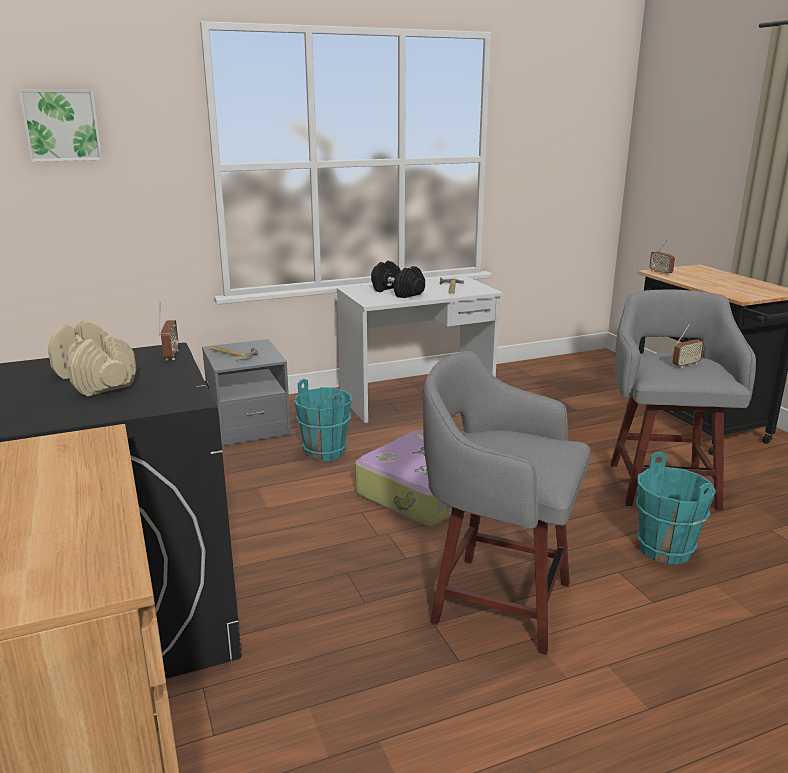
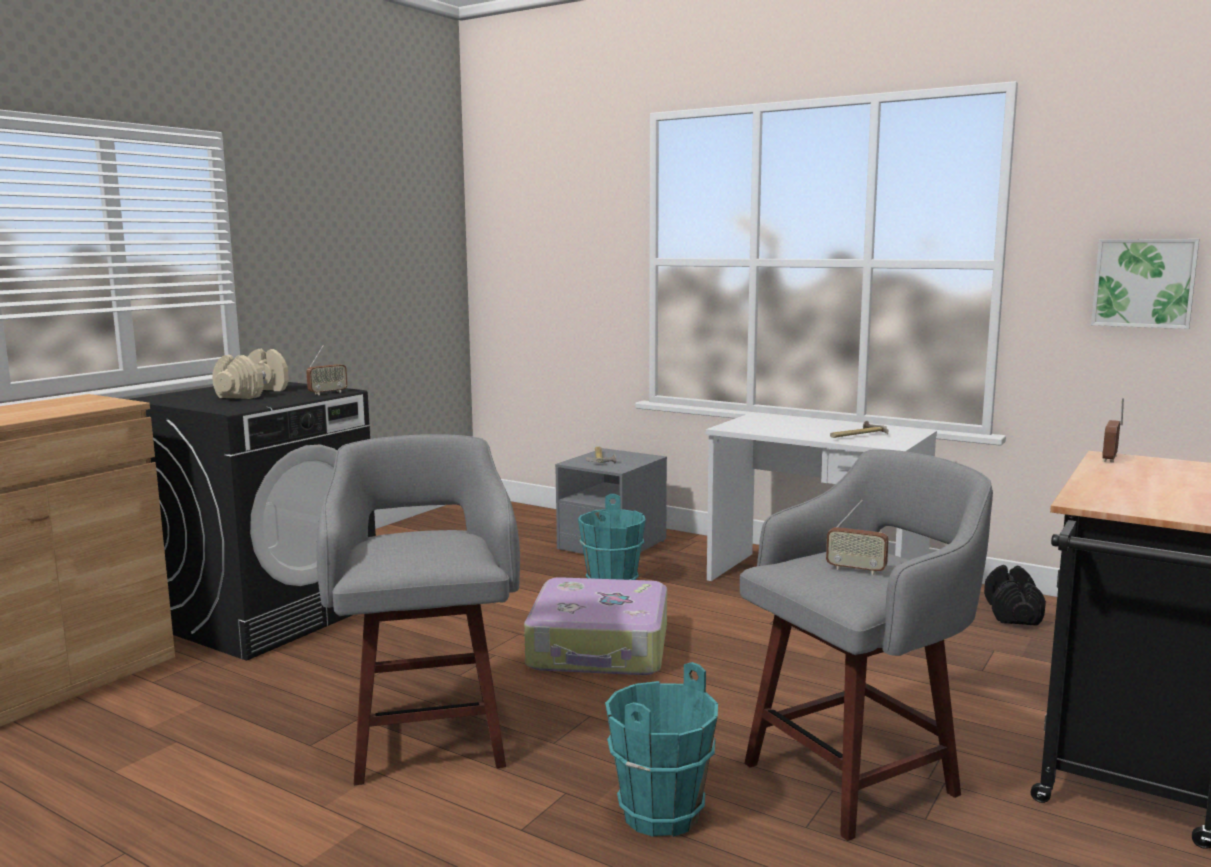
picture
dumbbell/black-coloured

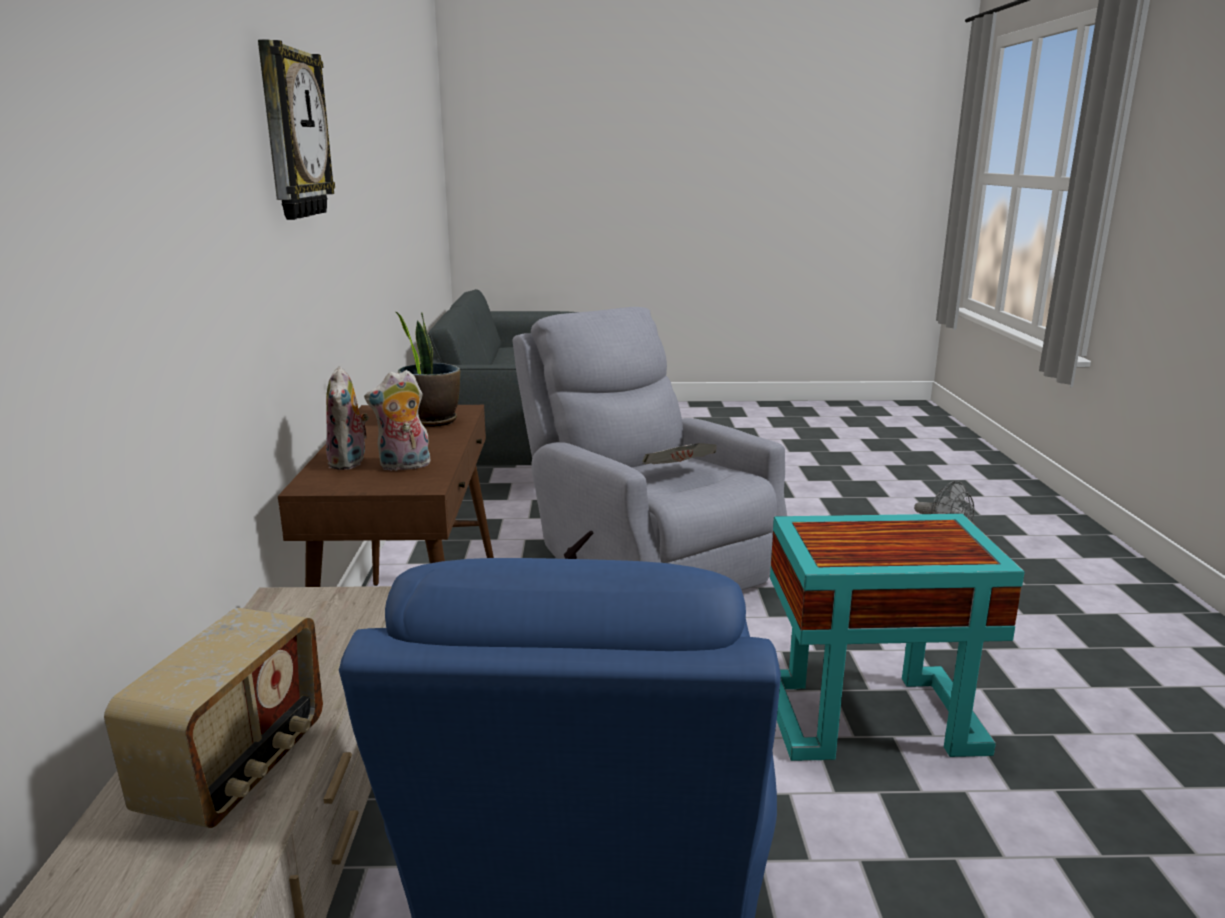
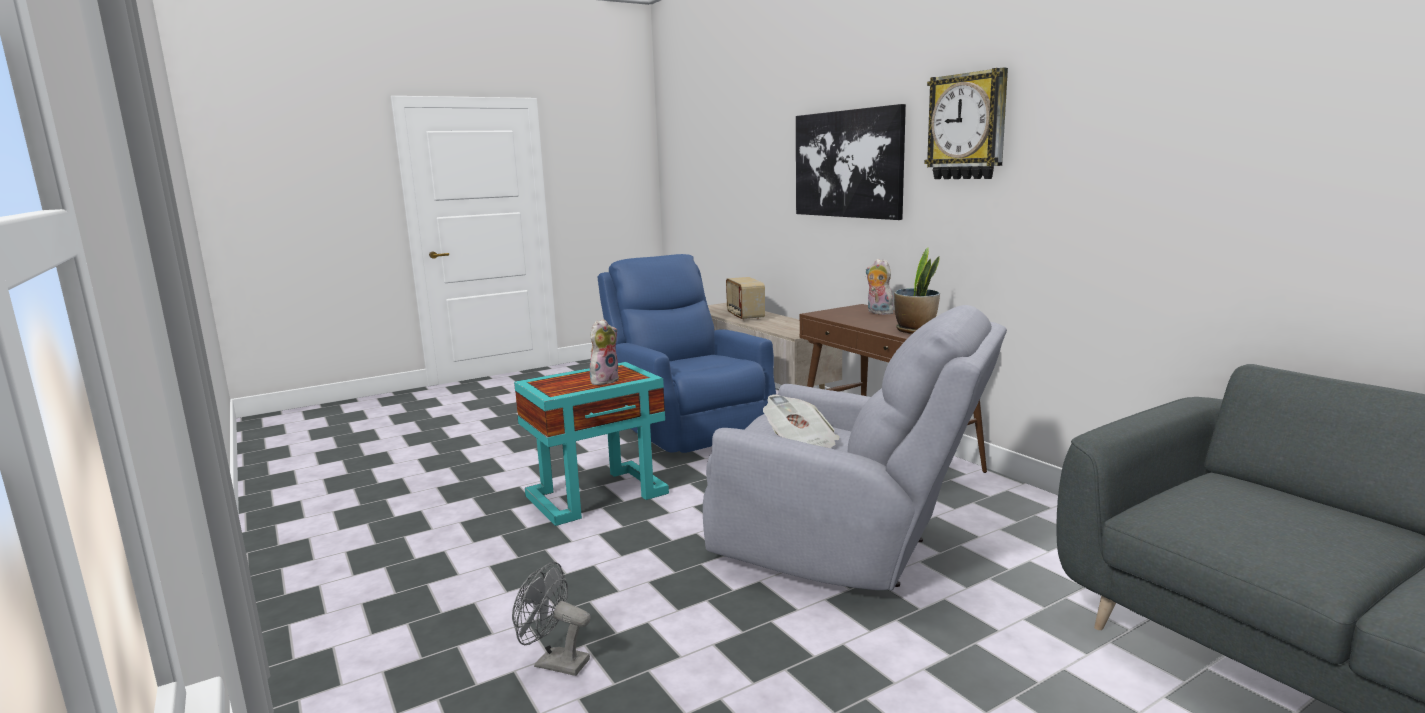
cuddly toy (1st from left)
picture

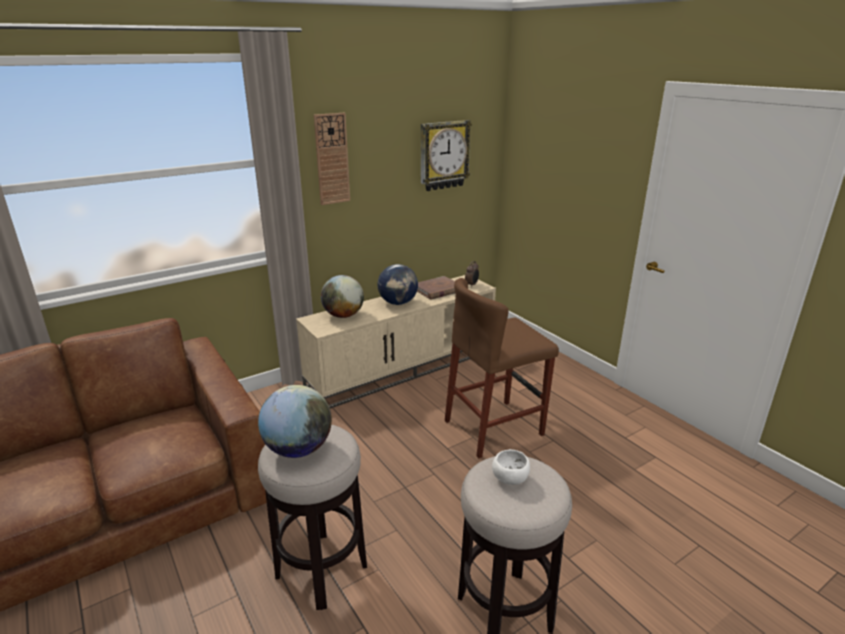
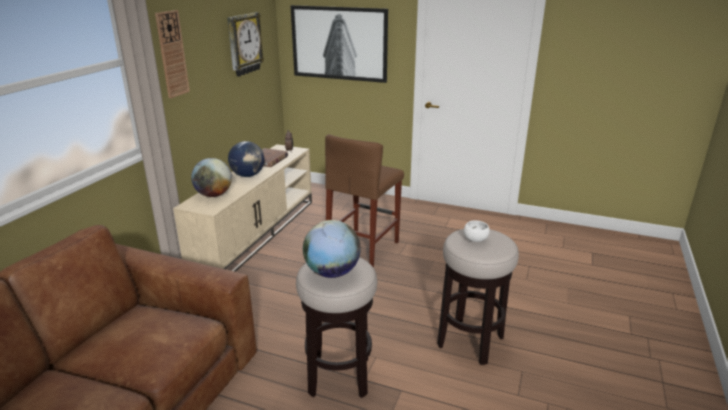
picture

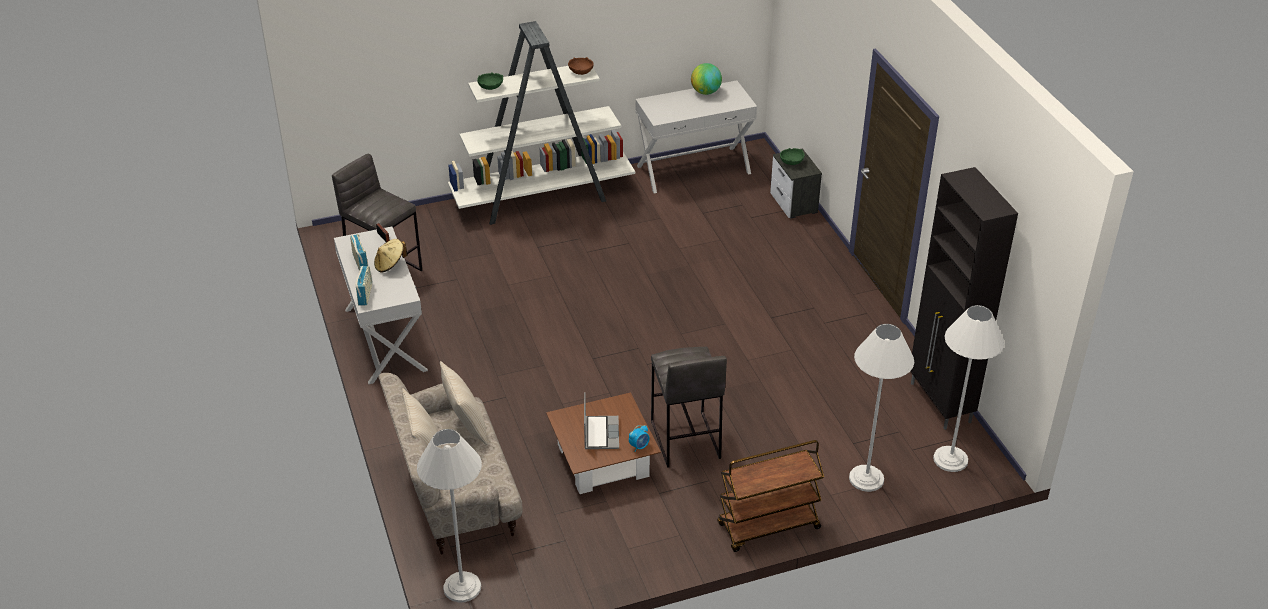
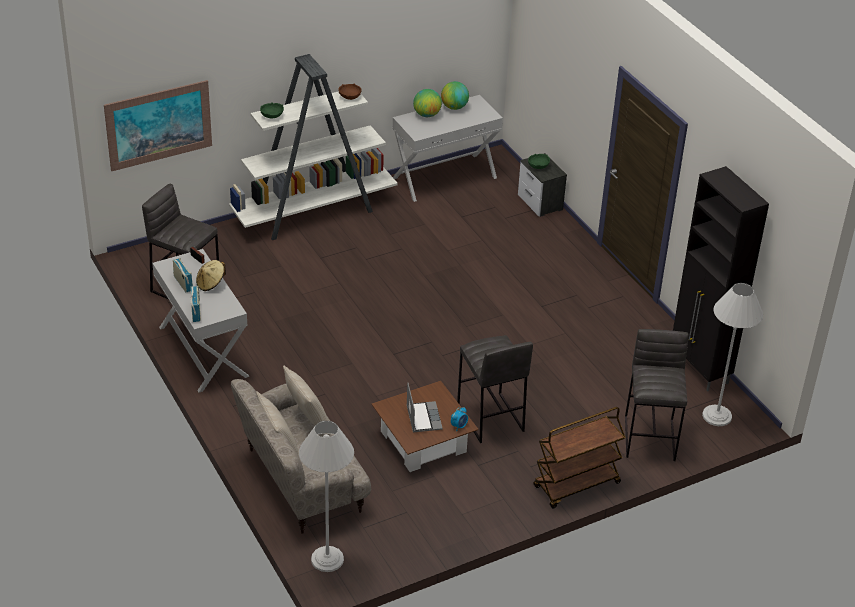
stool/gray (3rd from left)
picture
desk globe (1st from left)

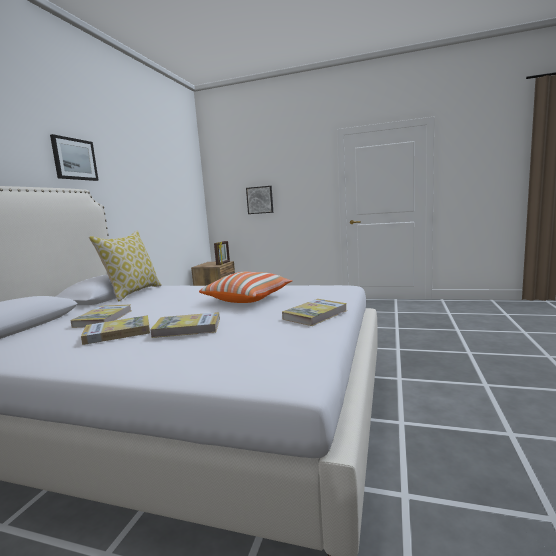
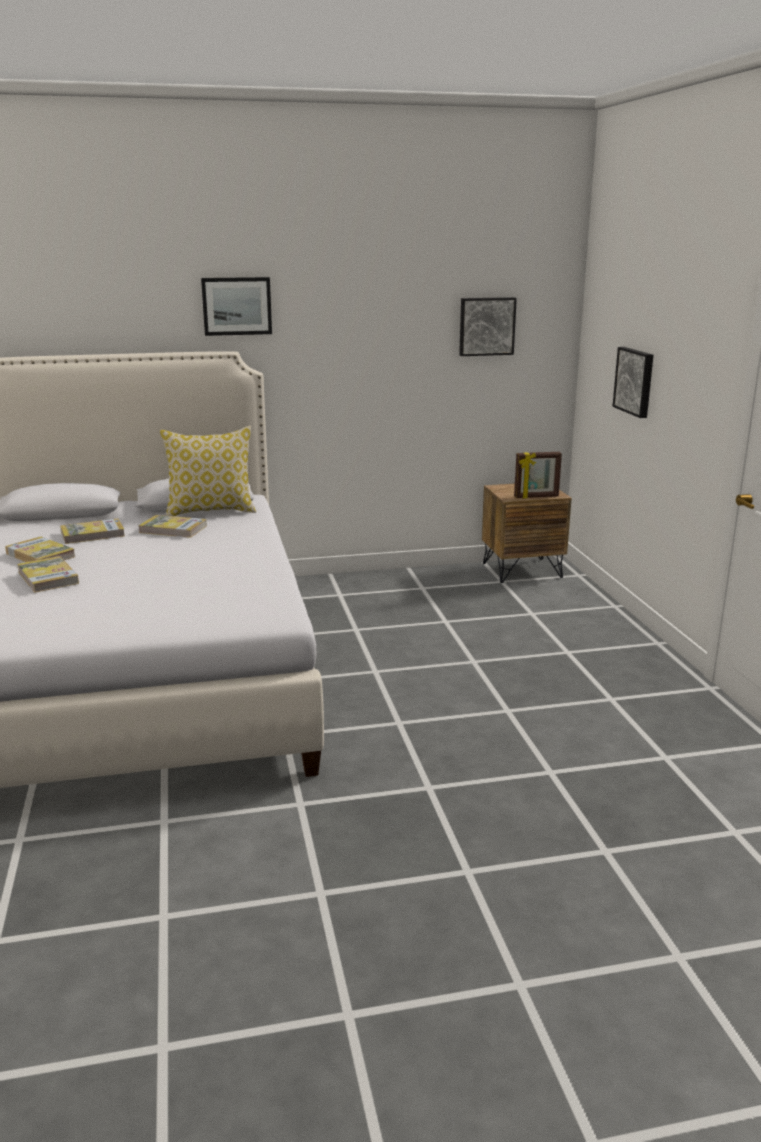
pillow (2nd from left in the first image)
book (4th from left)
picture (2nd from left)

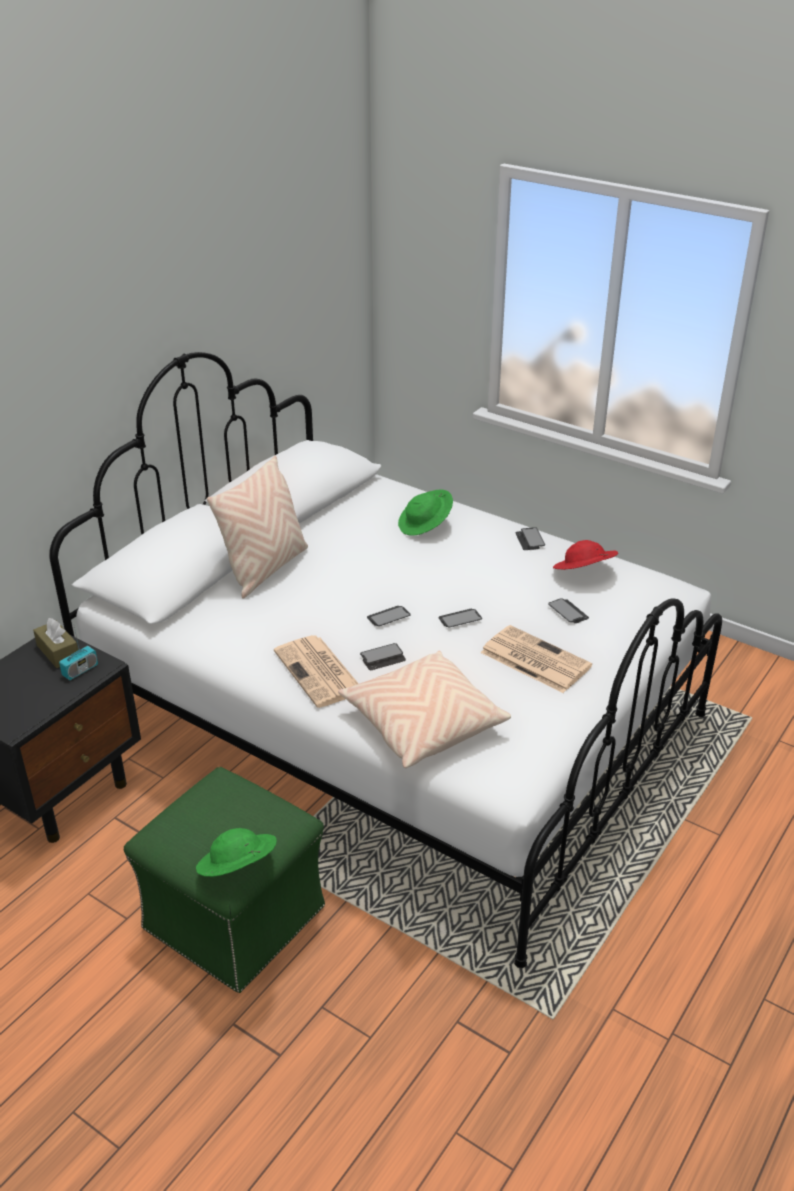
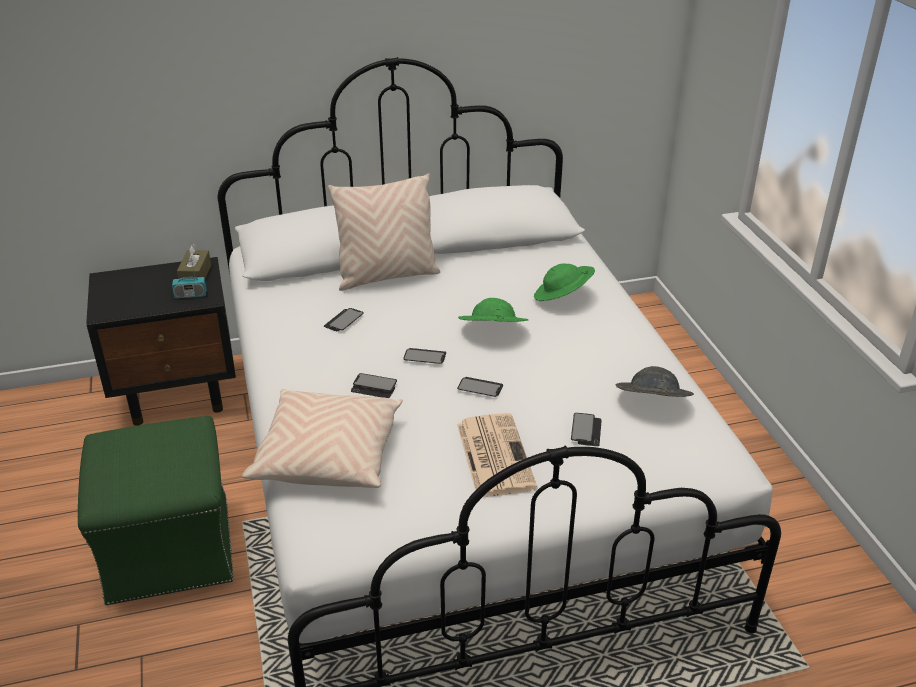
phone (1st from left)
wearable hat/gray
newspaper (1st from left in the first image)
wearable hat/green-coloured (1st from left)

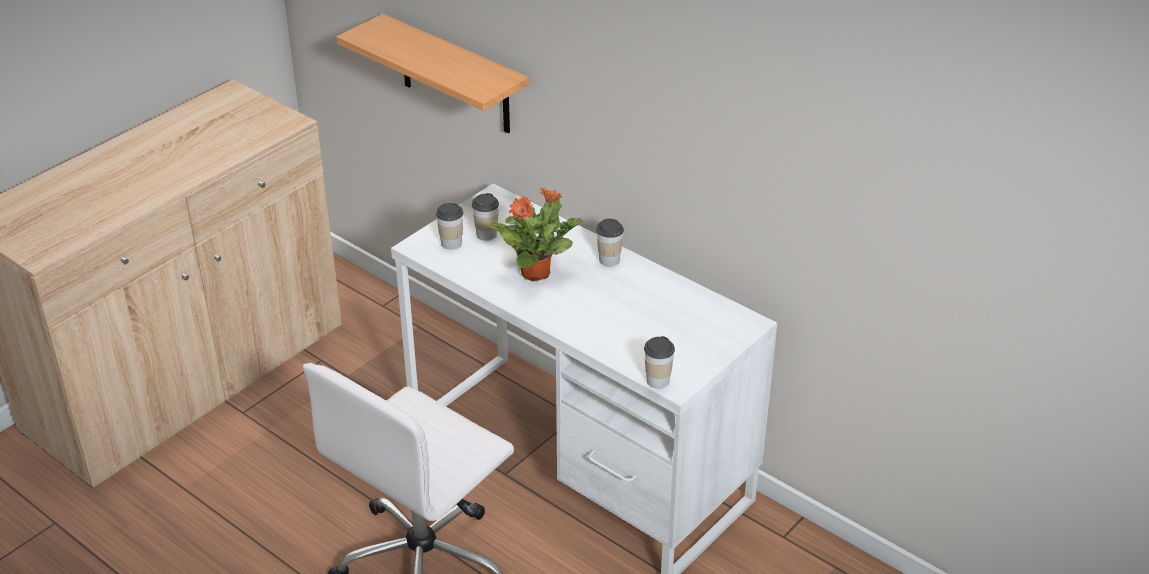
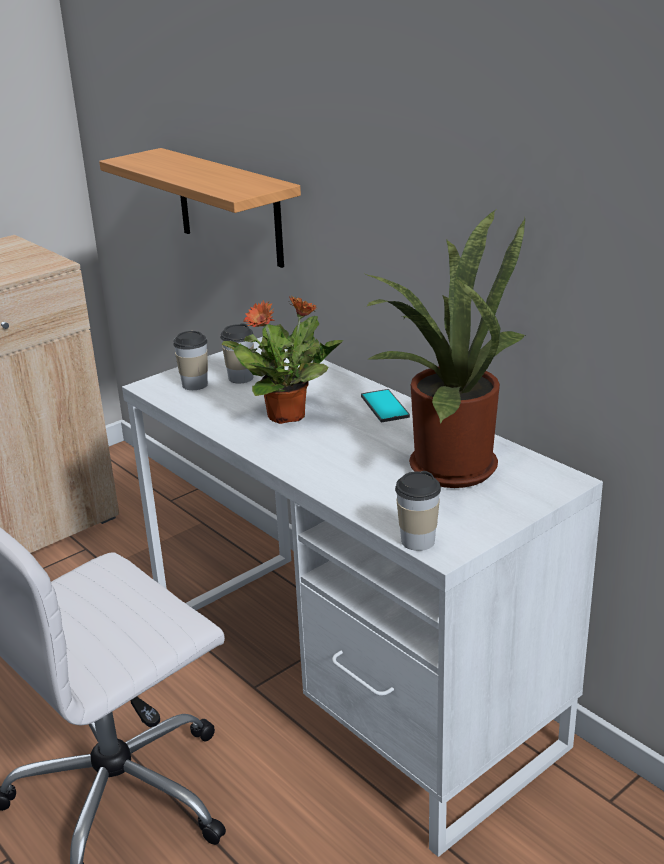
phone
houseplant (2nd from left)

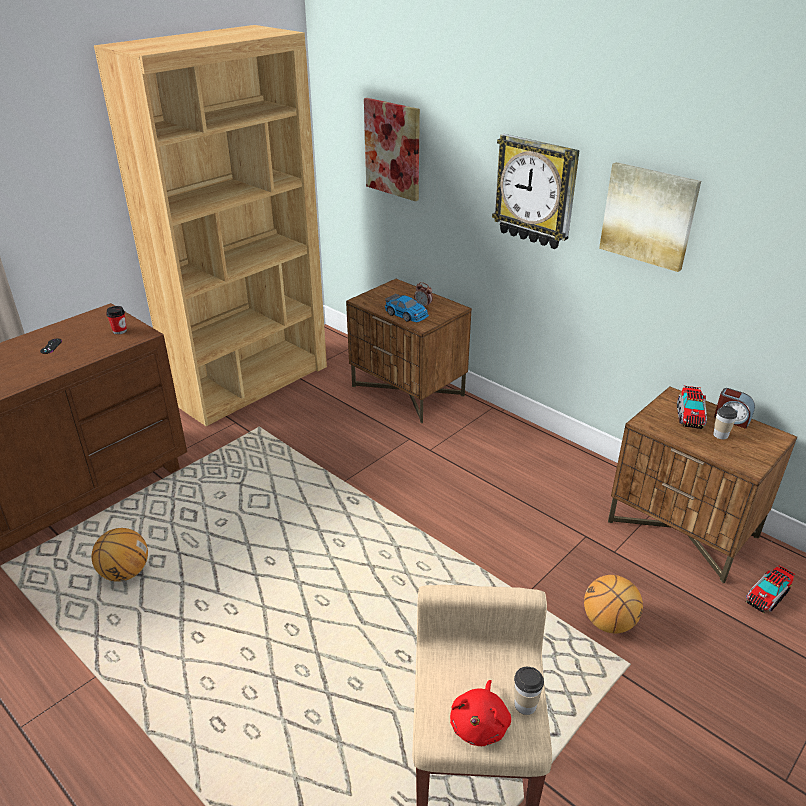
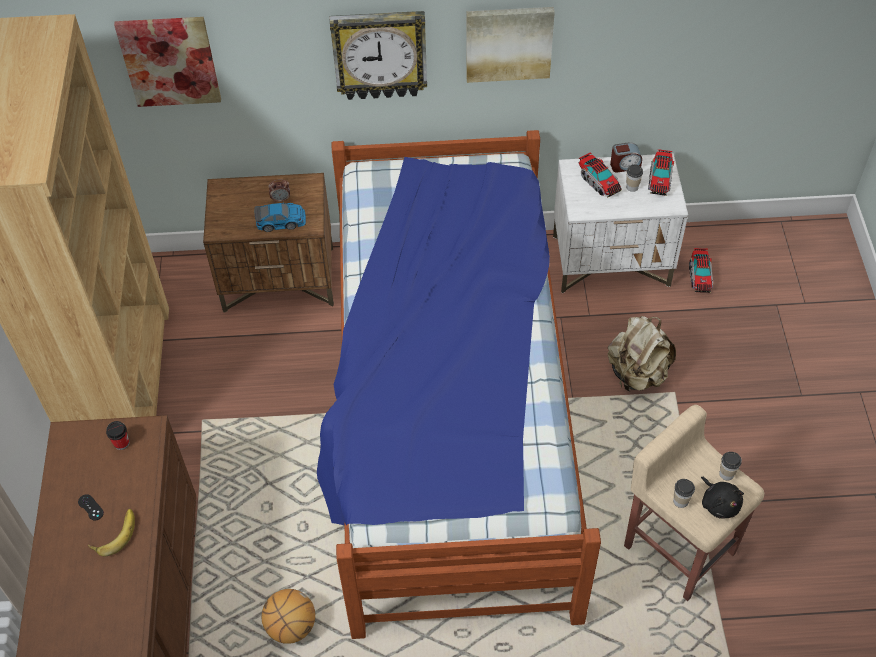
night table/white-coloured
backpack/beige-coloured
cuddly toy/black-coloured
bed
model truck (2nd from left)
small cup (3rd from left)
banana

